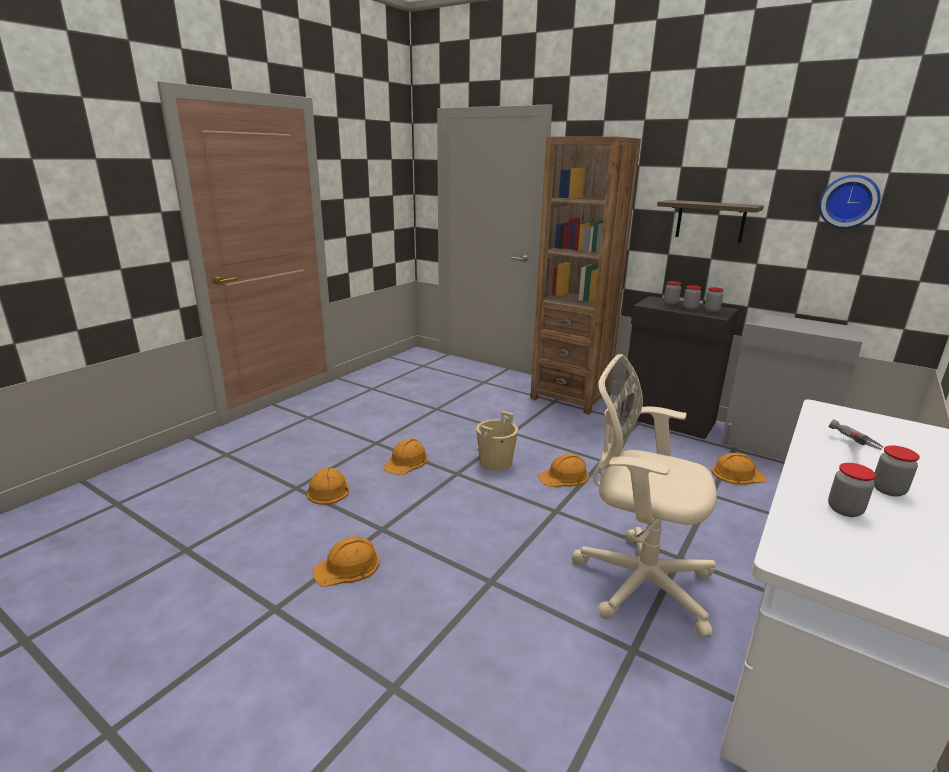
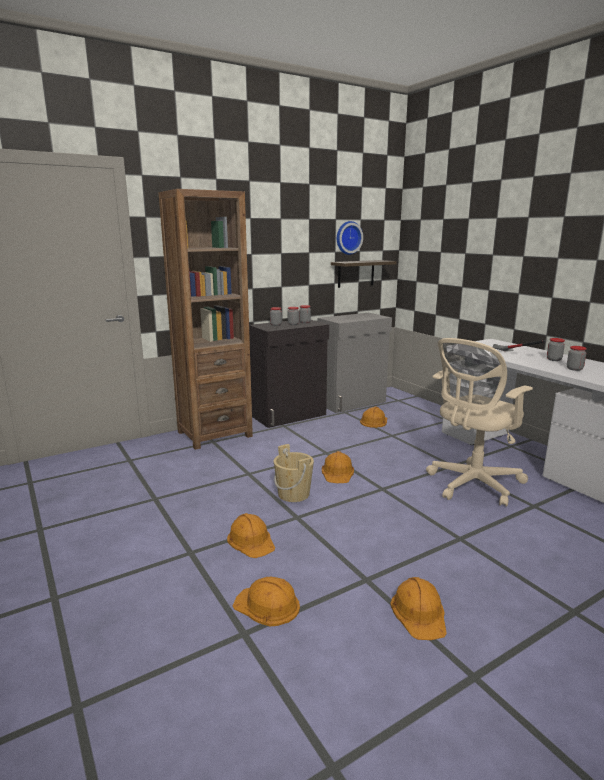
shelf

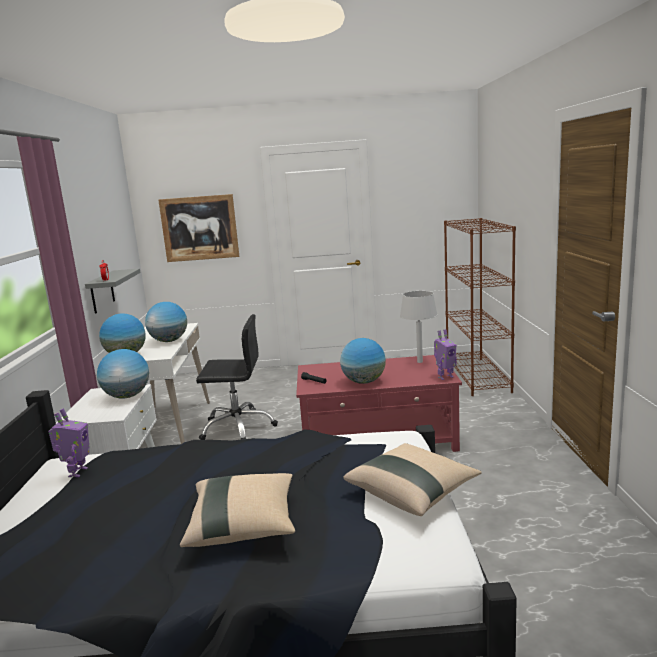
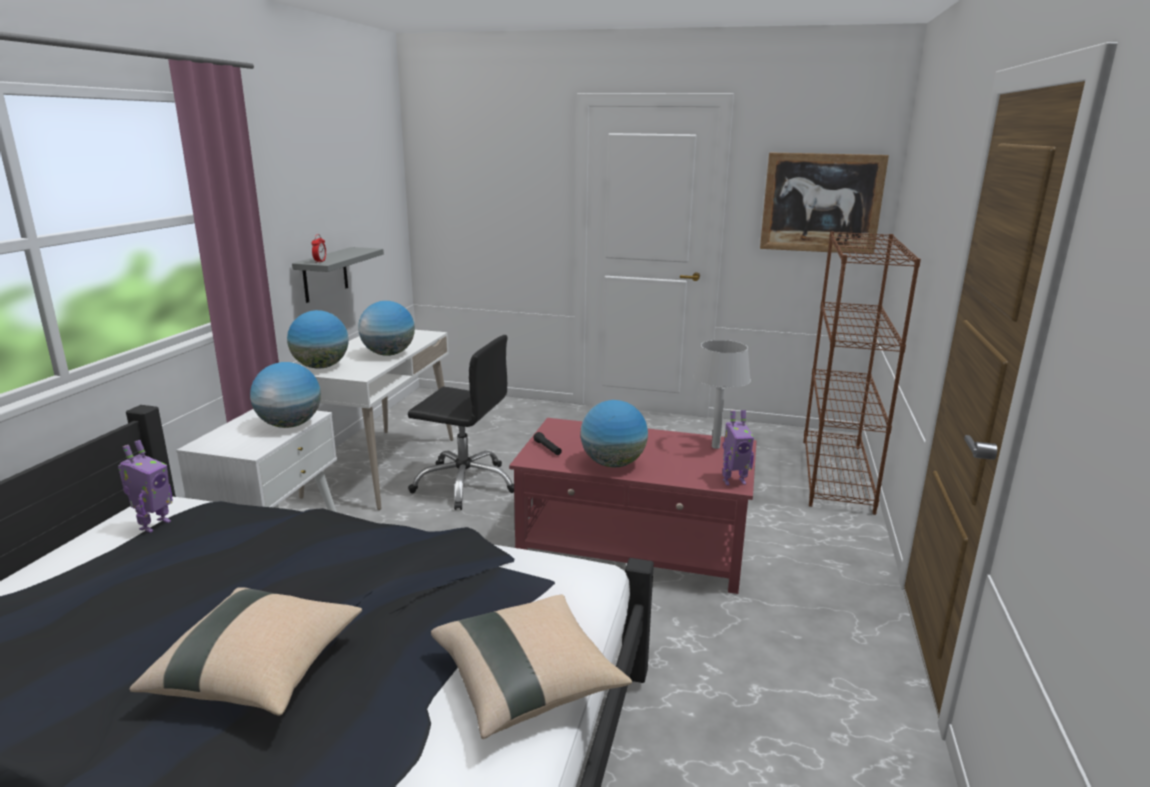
picture

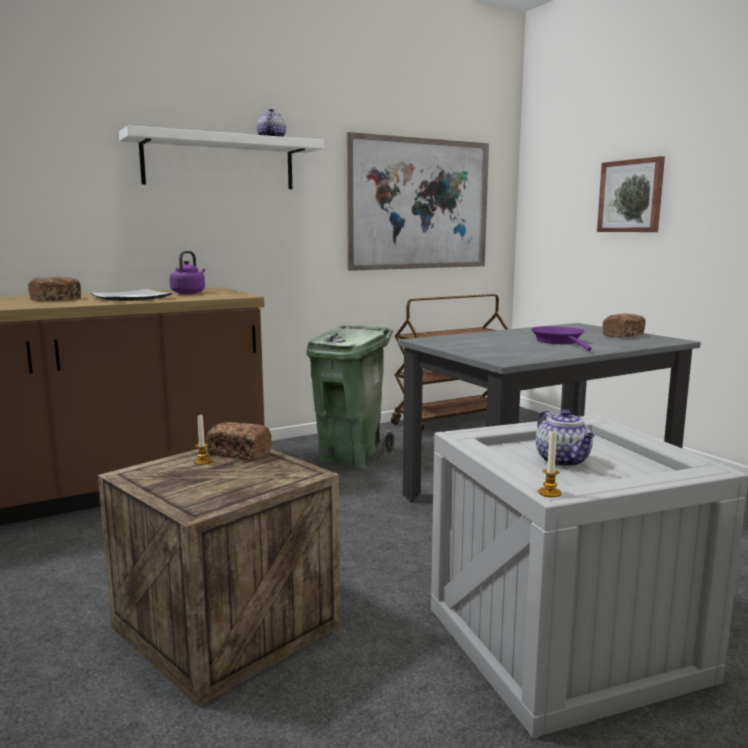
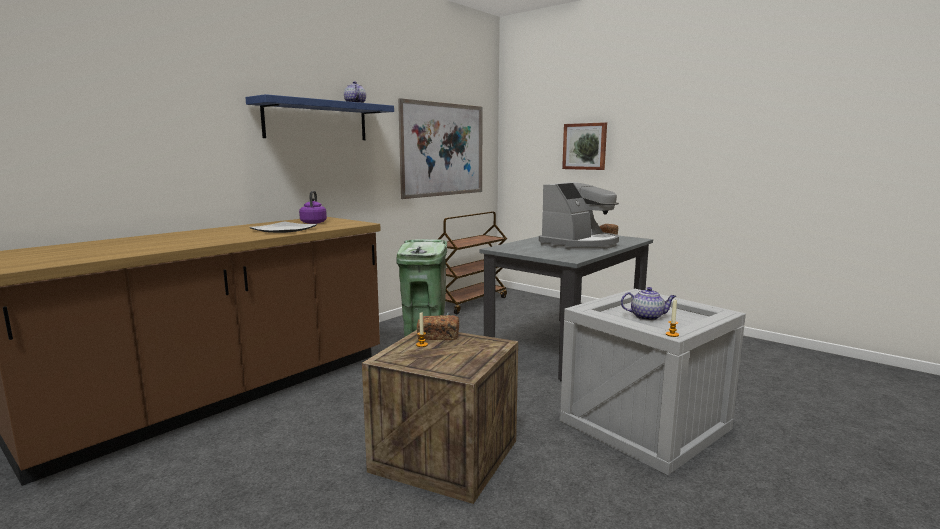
shelf/blue-coloured
bread (1st from left in the first image)
coffee brewer
teapot (2nd from left)

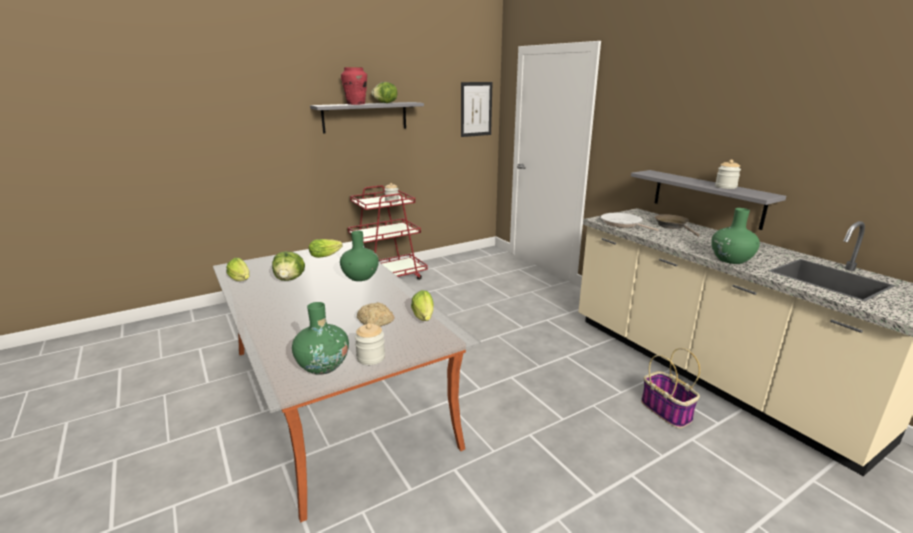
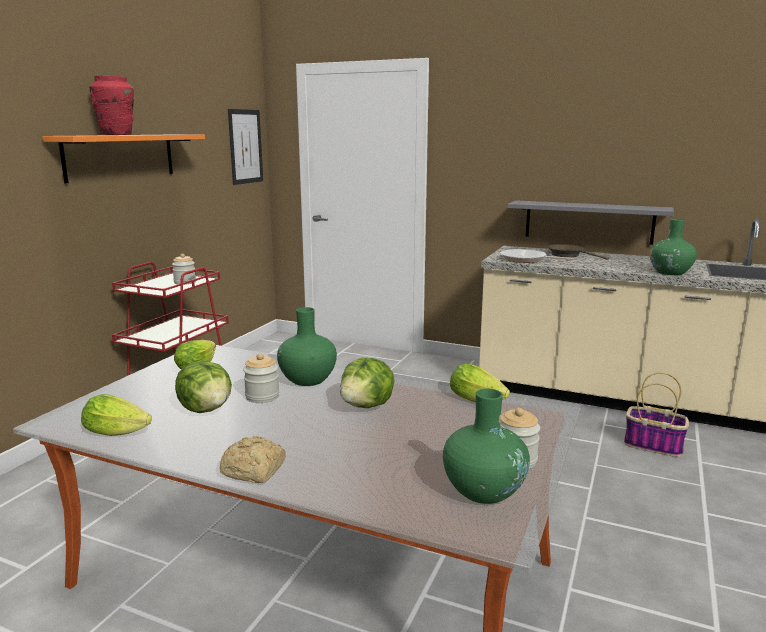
lettuce (4th from left)
shelf/orange-coloured
jar (2nd from left)
bread

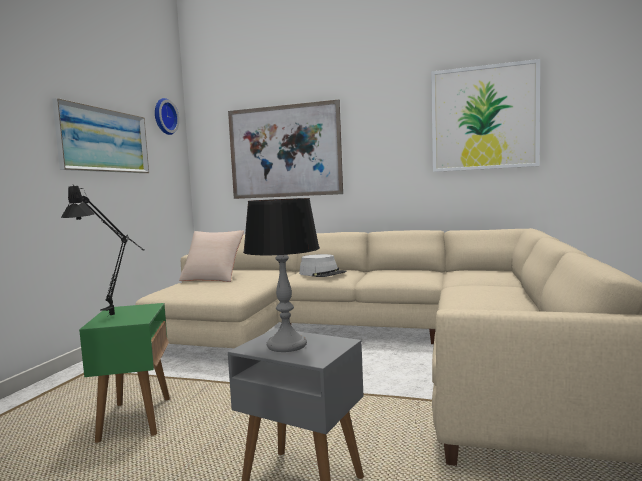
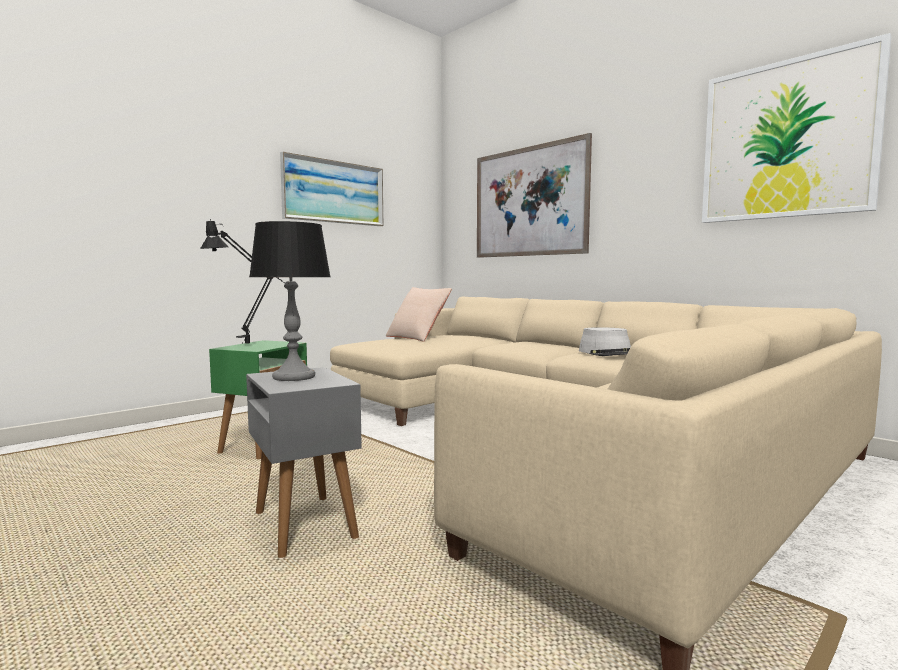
clock on the wall
wearable hat/gray

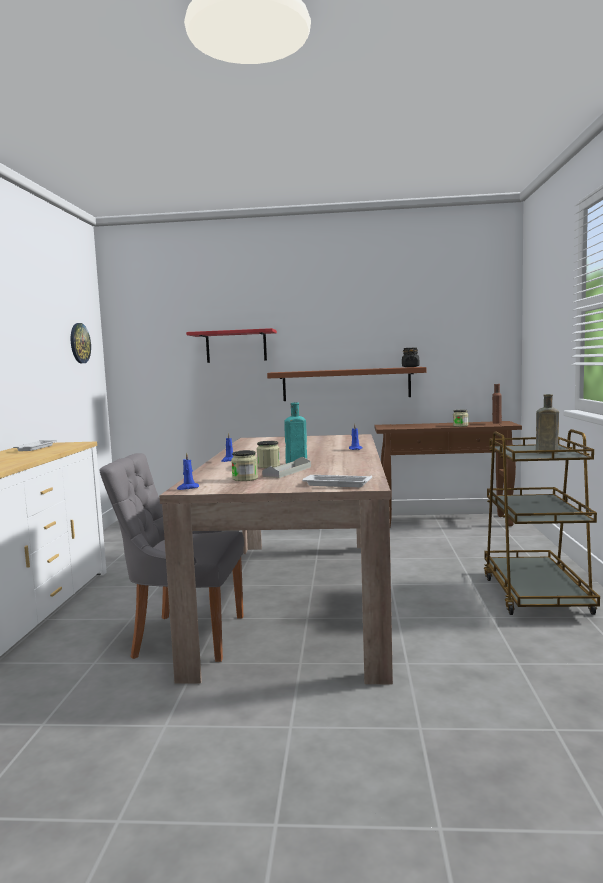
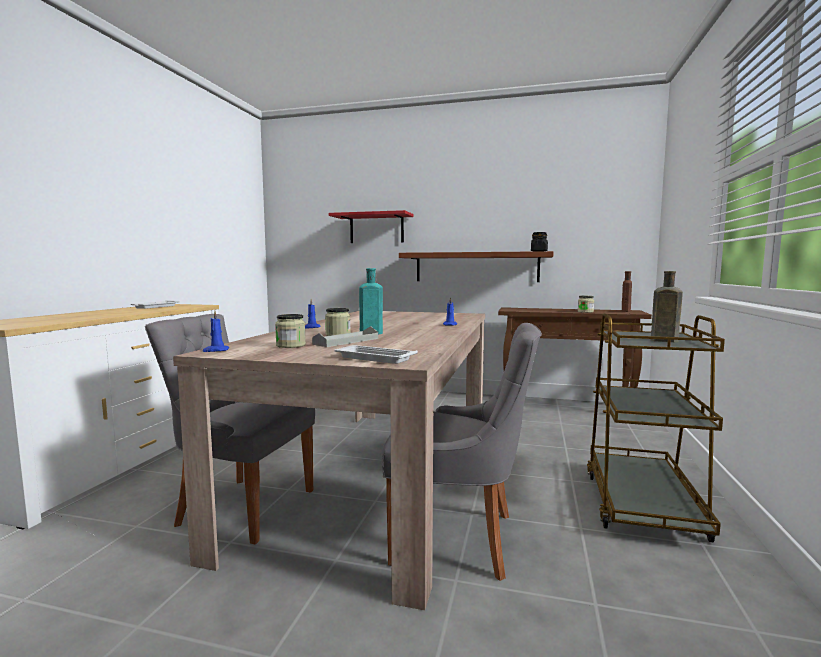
clock on the wall
upright chair/gray (2nd from left)

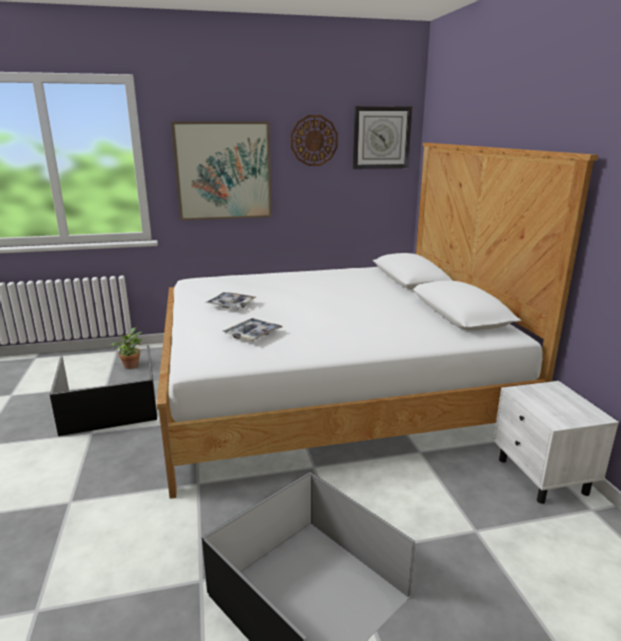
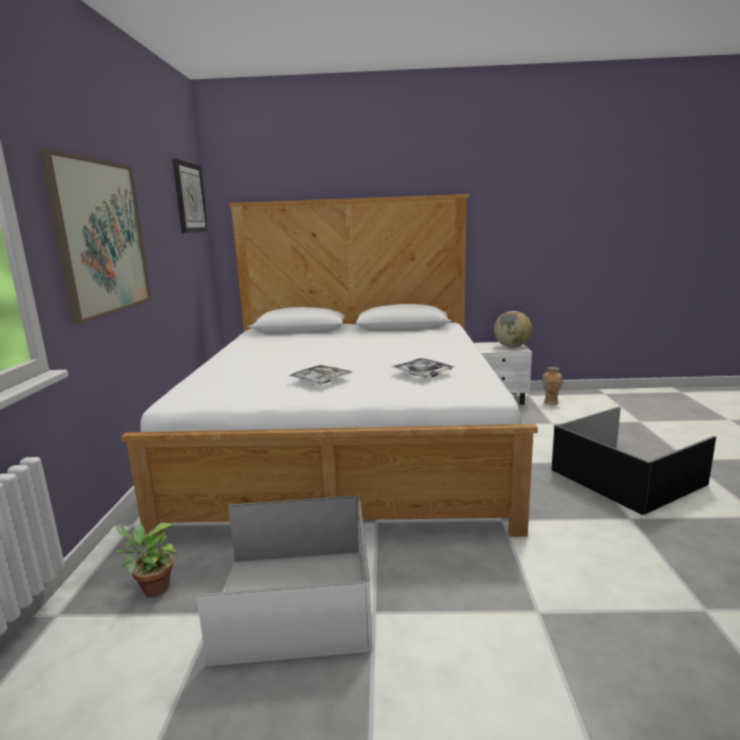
clock on the wall (1st from left in the first image)
storage bin/white-coloured
desk globe
vase

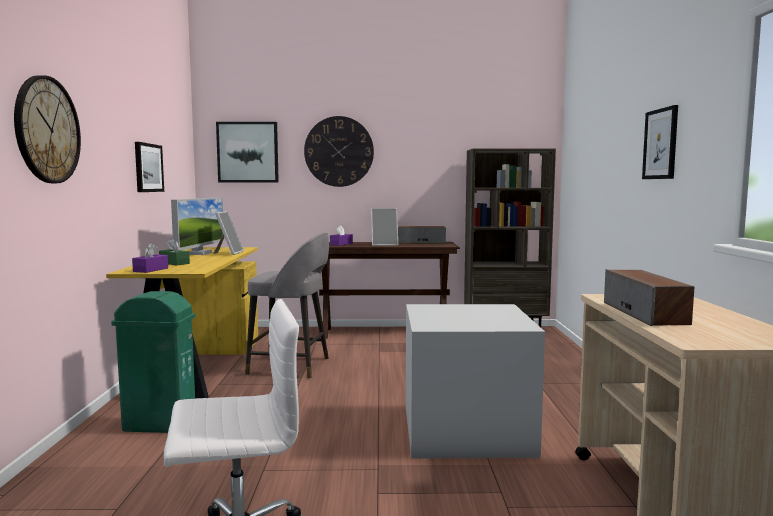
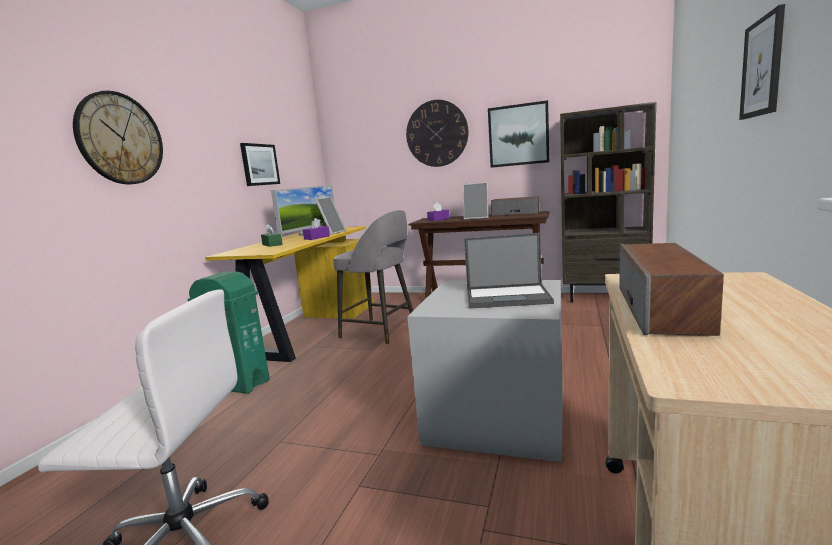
picture (2nd from left)
tissue holder/purple-coloured (1st from left)
portable computer

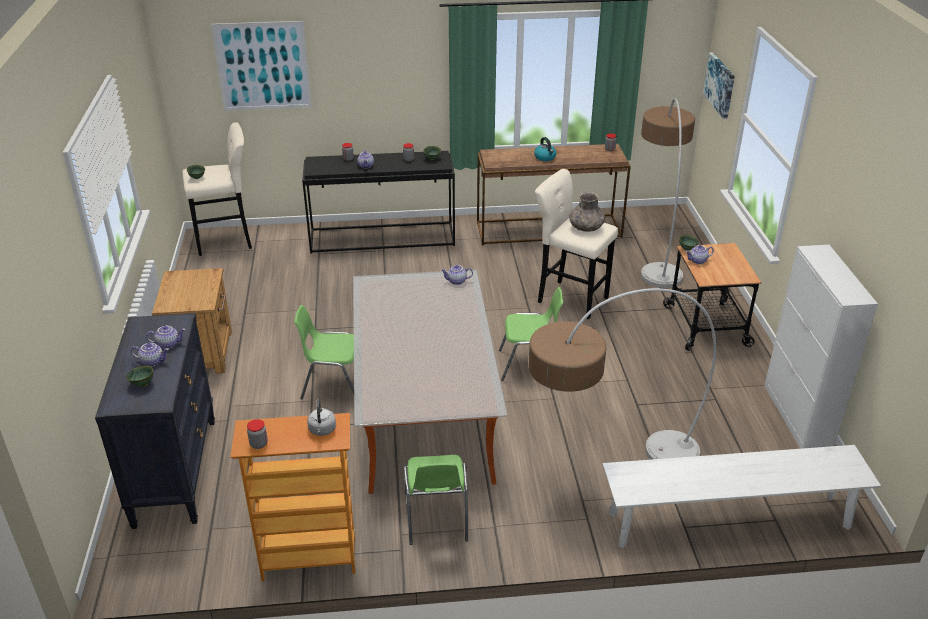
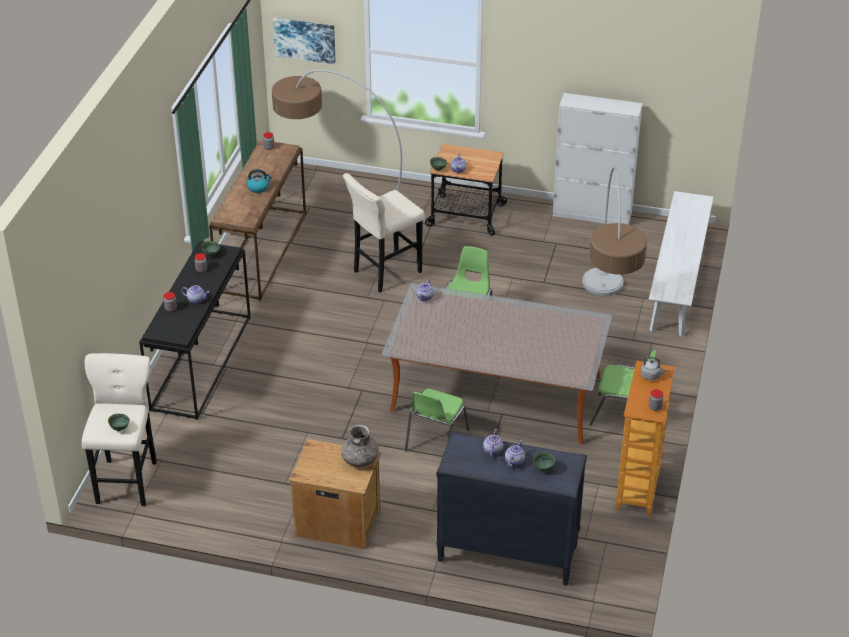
picture (1st from left in the first image)
vase/gray

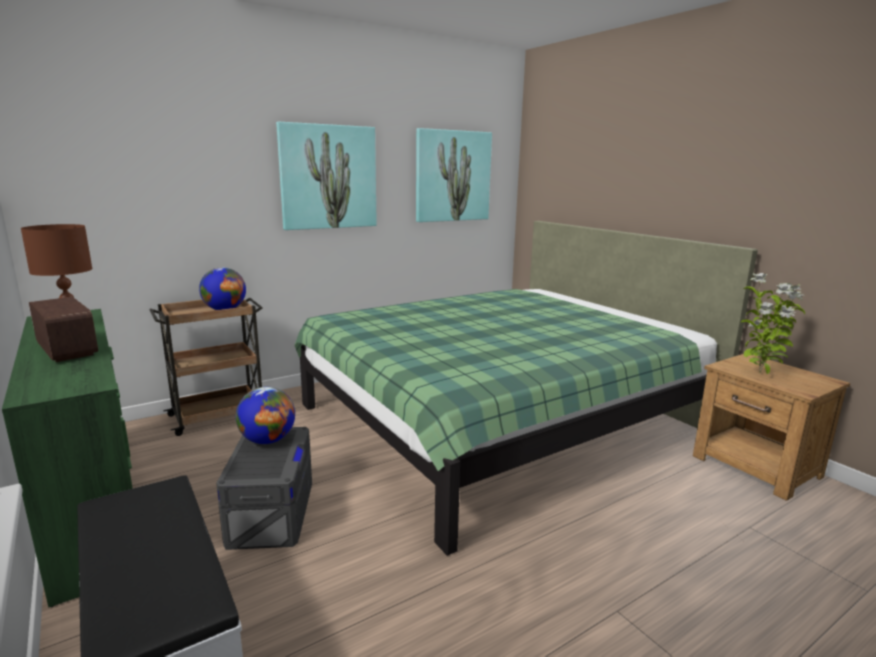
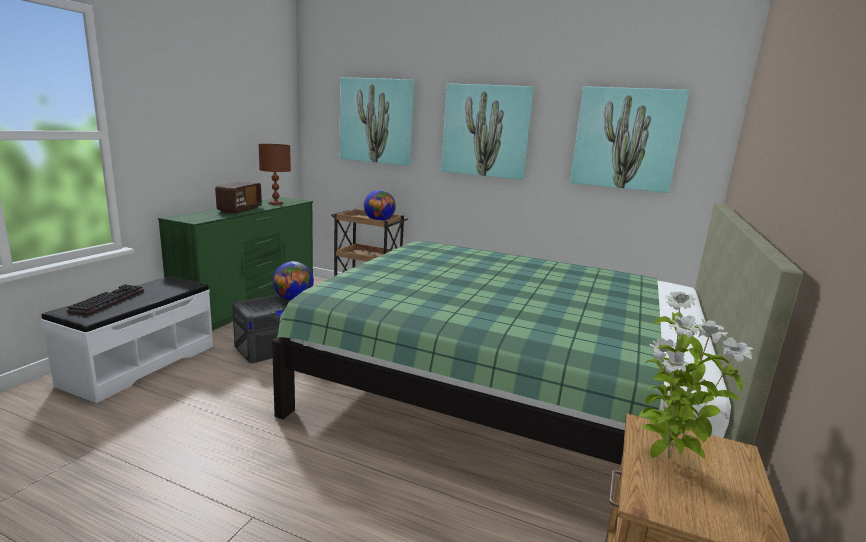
picture (1st from left)
PC keyboard

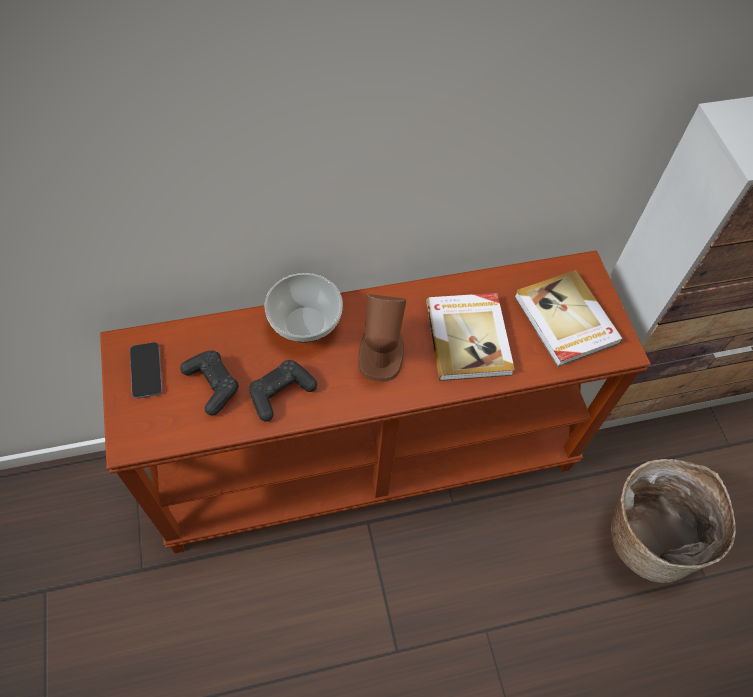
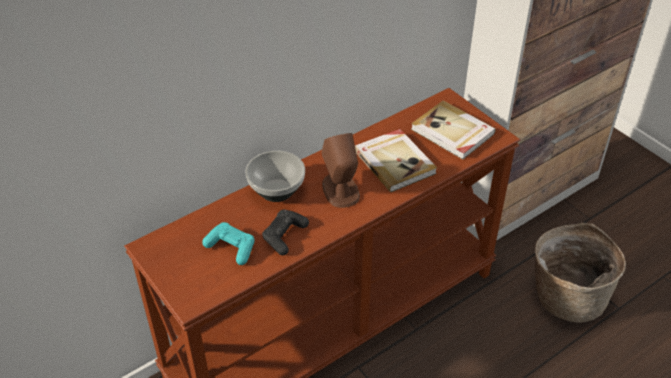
phone
gamepad/turquoise

